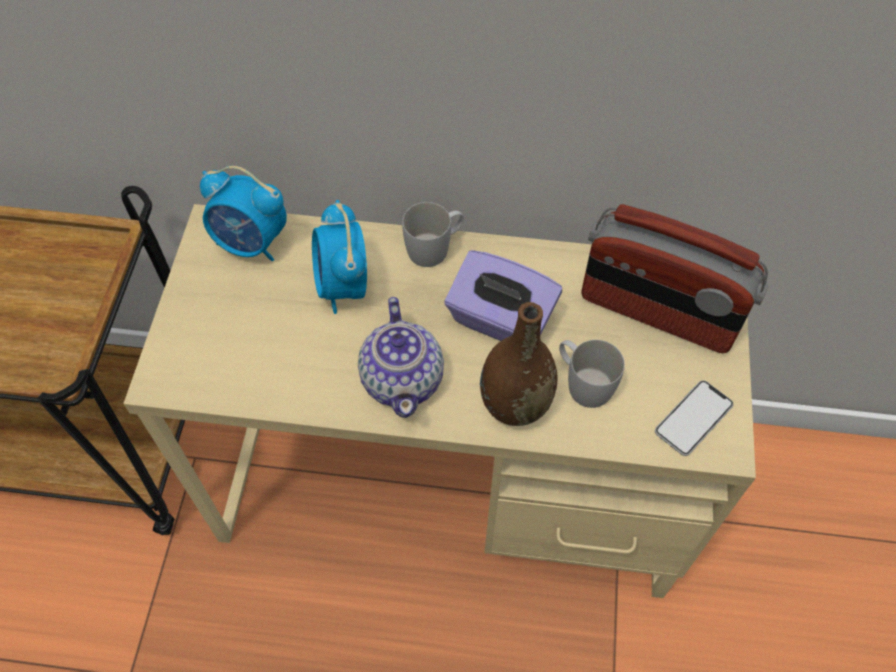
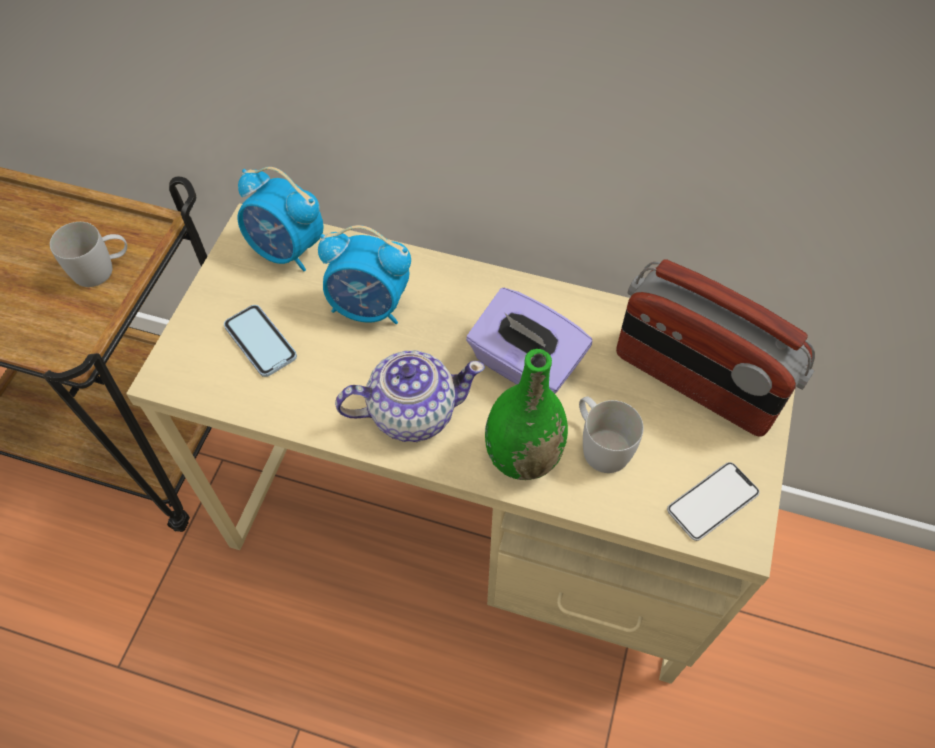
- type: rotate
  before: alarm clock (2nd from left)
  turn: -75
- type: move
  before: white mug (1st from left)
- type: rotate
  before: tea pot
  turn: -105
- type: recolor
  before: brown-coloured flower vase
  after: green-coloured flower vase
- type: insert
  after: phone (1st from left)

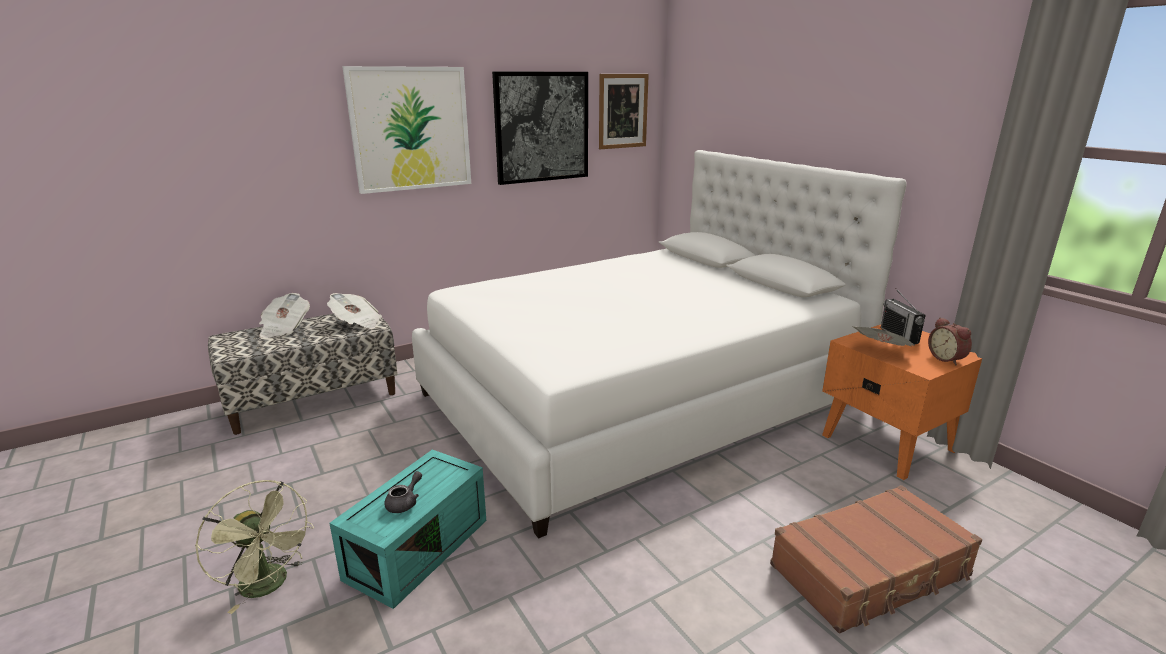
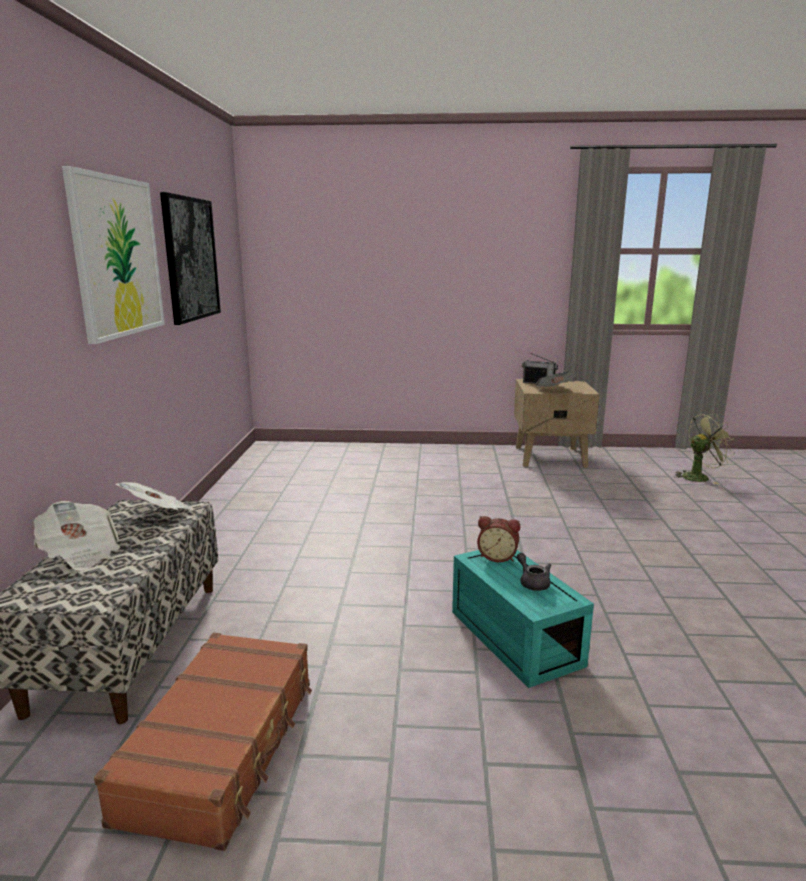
- type: delete
  before: wall art (3rd from left)
- type: delete
  before: white bed
- type: move
  before: alarm clock
- type: recolor
  before: orange nightstand
  after: beige nightstand
- type: move
  before: green-coloured electric fan
- type: move
  before: brown-coloured travel case

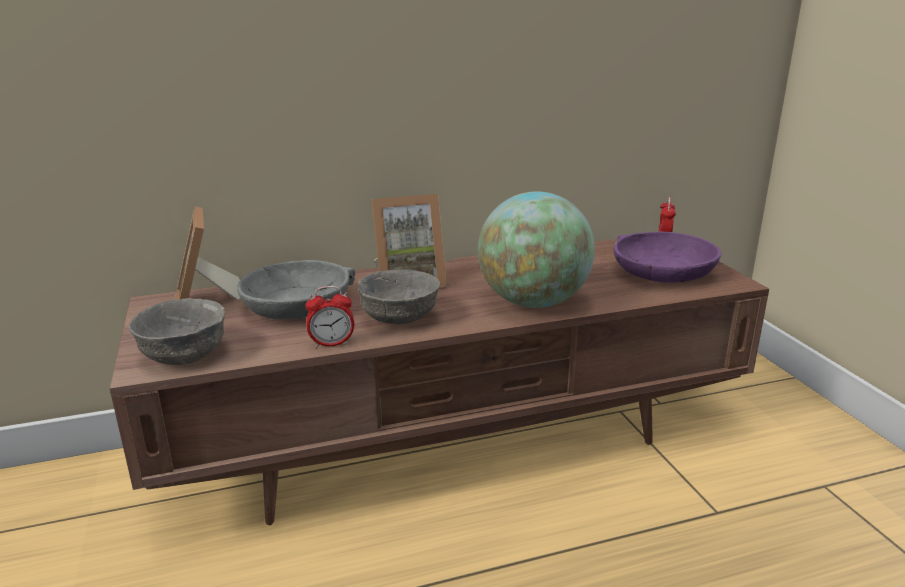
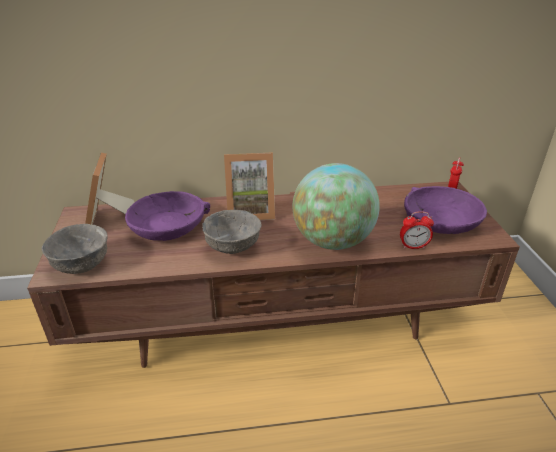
- type: recolor
  before: greyish bowl (2nd from left)
  after: purple-coloured bowl (1st from left)
- type: move
  before: alarm clock (1st from left)

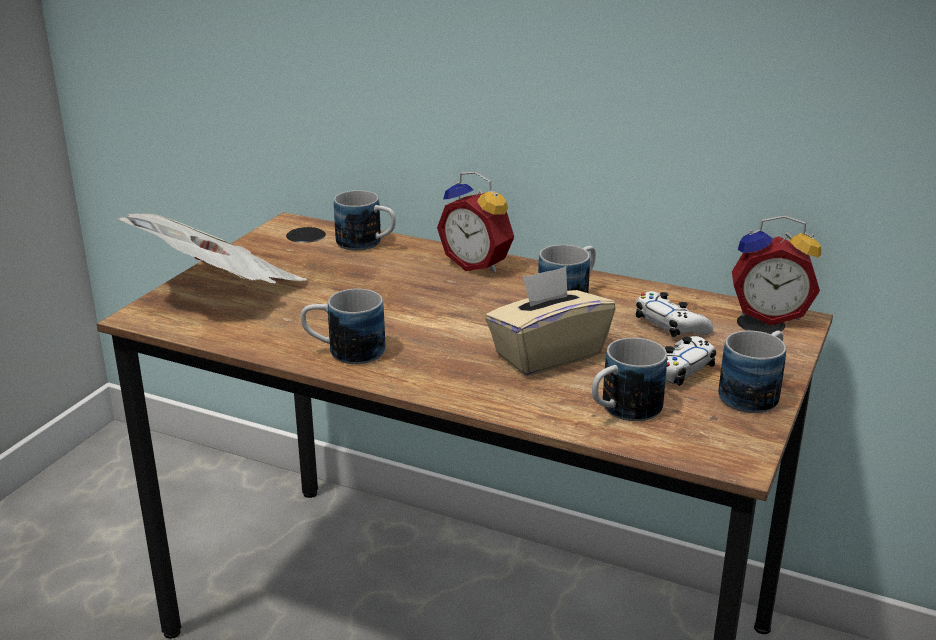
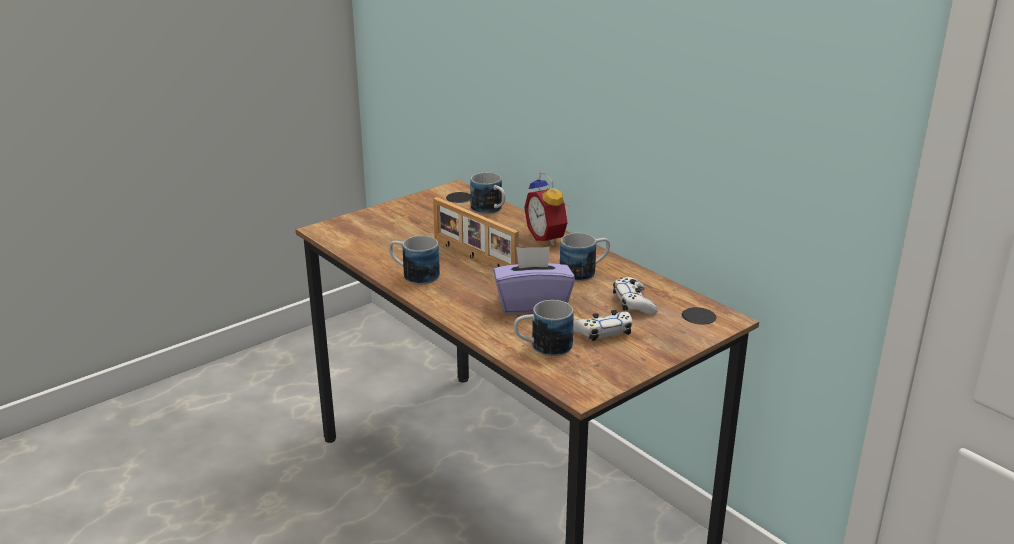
- type: delete
  before: printed paper
- type: delete
  before: alarm clock (2nd from left)
- type: recolor
  before: beige box of tissues
  after: purple-coloured box of tissues
- type: delete
  before: mug (5th from left)
- type: insert
  after: picture frame

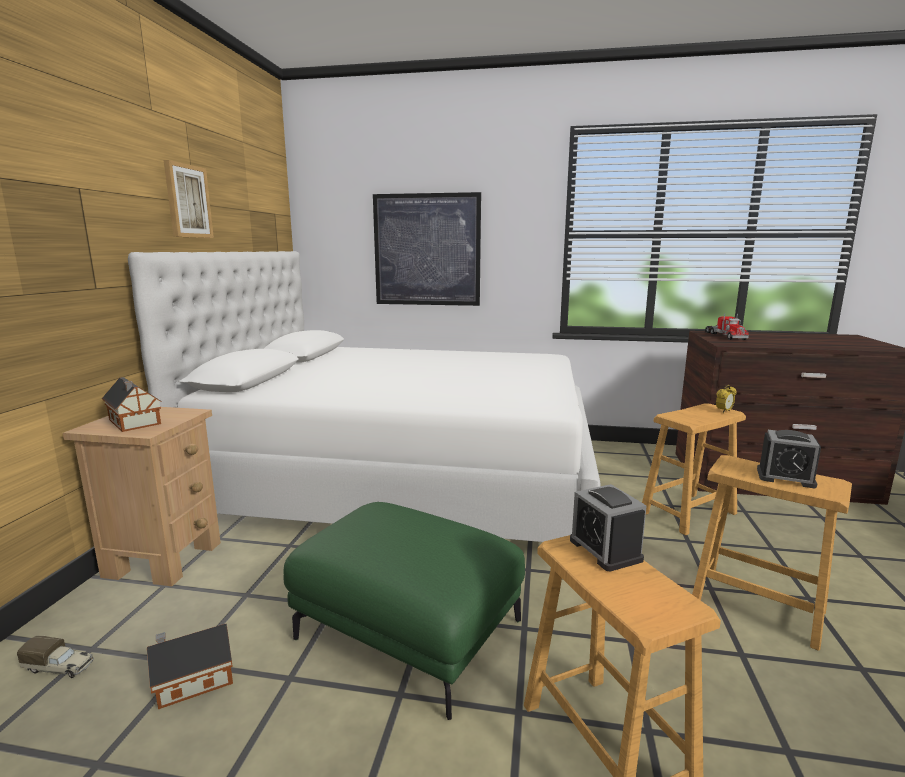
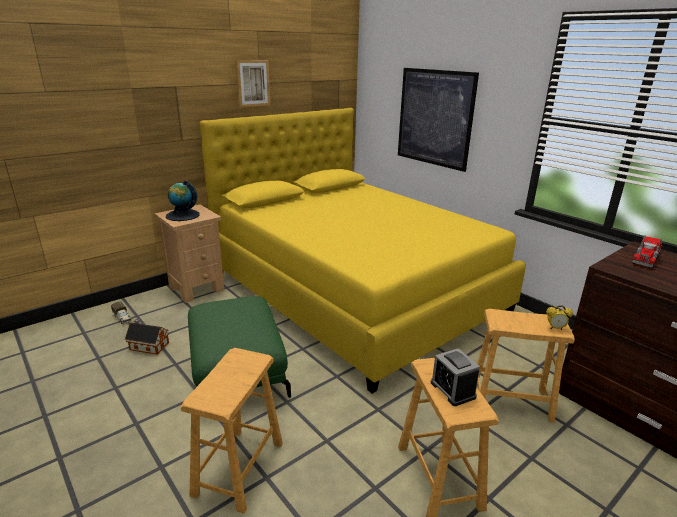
- type: recolor
  before: white bed
  after: yellow bed
- type: replace
  before: toy house (1st from left)
  after: globe
- type: delete
  before: alarm clock (1st from left)

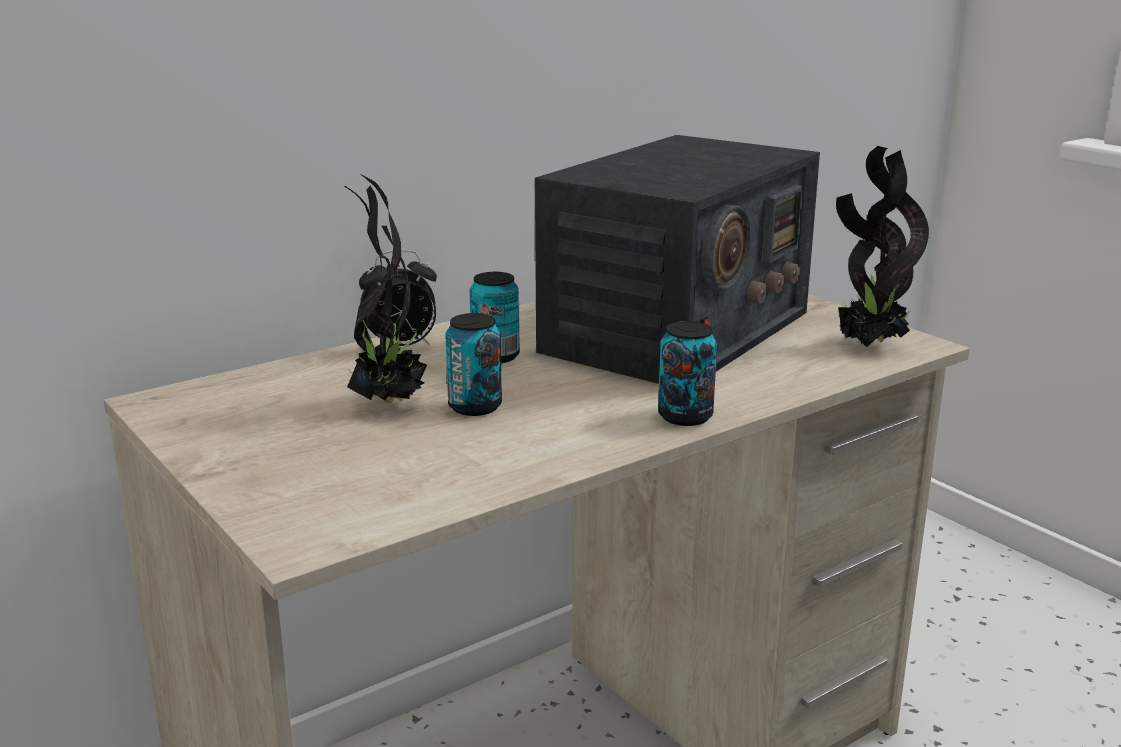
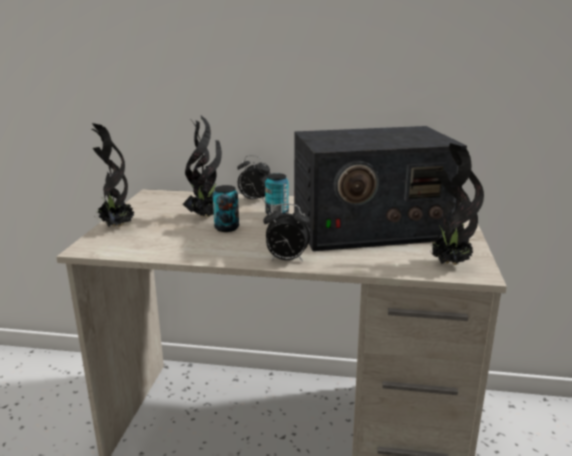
- type: replace
  before: can (3rd from left)
  after: alarm clock (2nd from left)
- type: insert
  after: houseplant (1st from left)

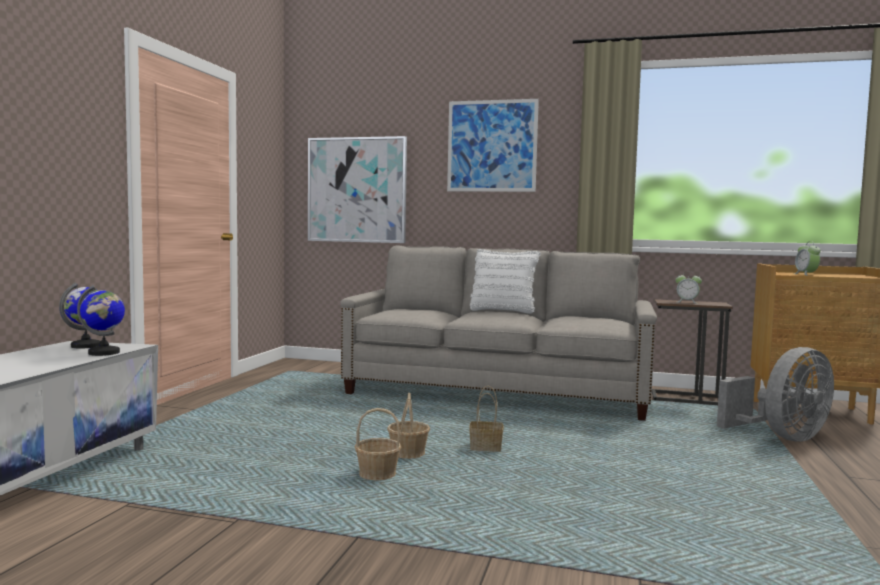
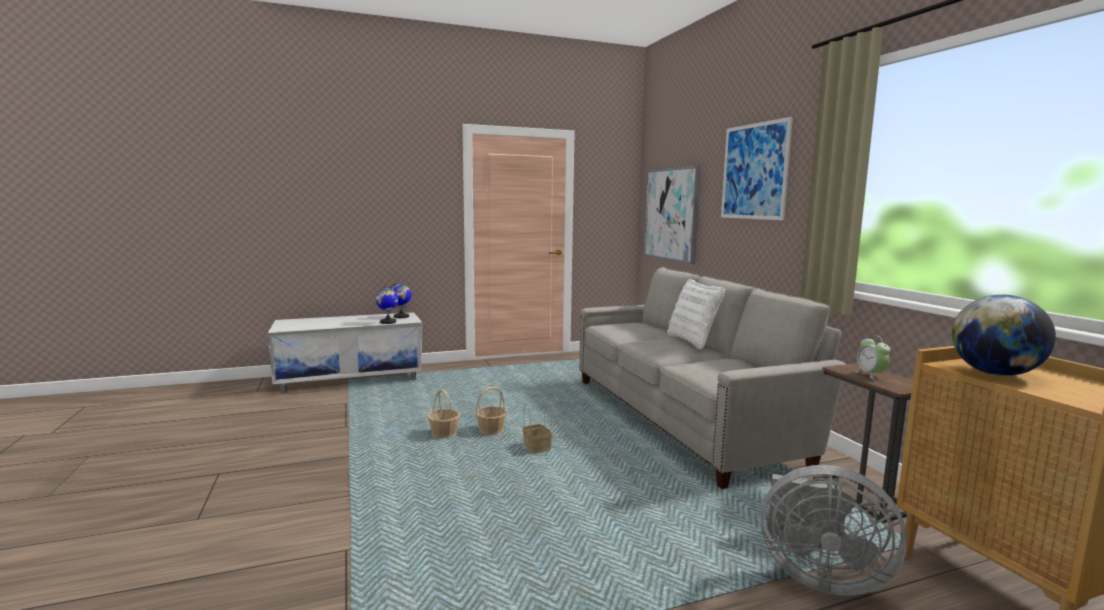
- type: replace
  before: alarm clock (2nd from left)
  after: globe (3rd from left)

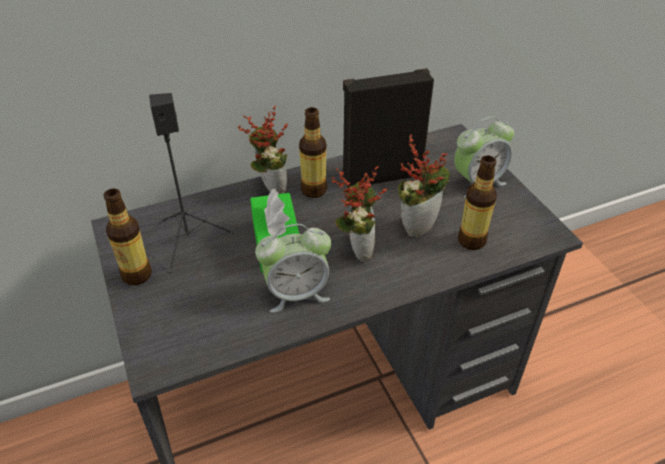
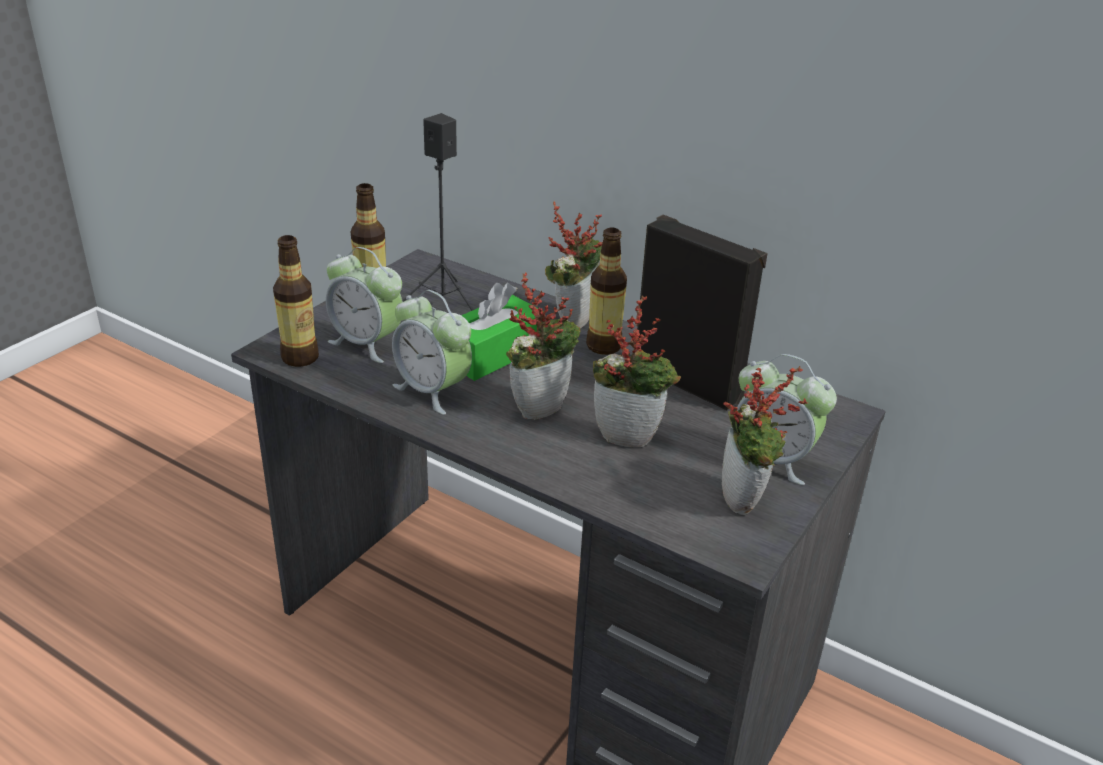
- type: move
  before: drink bottle (3rd from left in the first image)
  after: drink bottle (1st from left)
- type: insert
  after: alarm clock (1st from left)
- type: insert
  after: houseplant (4th from left)

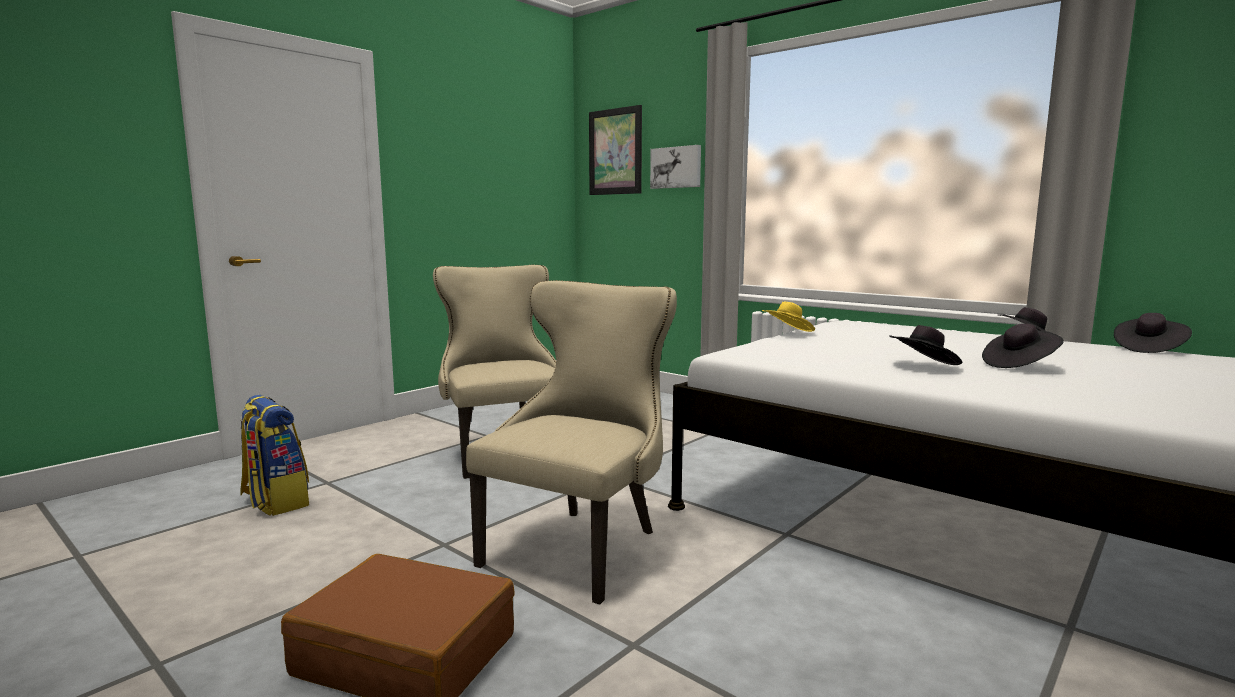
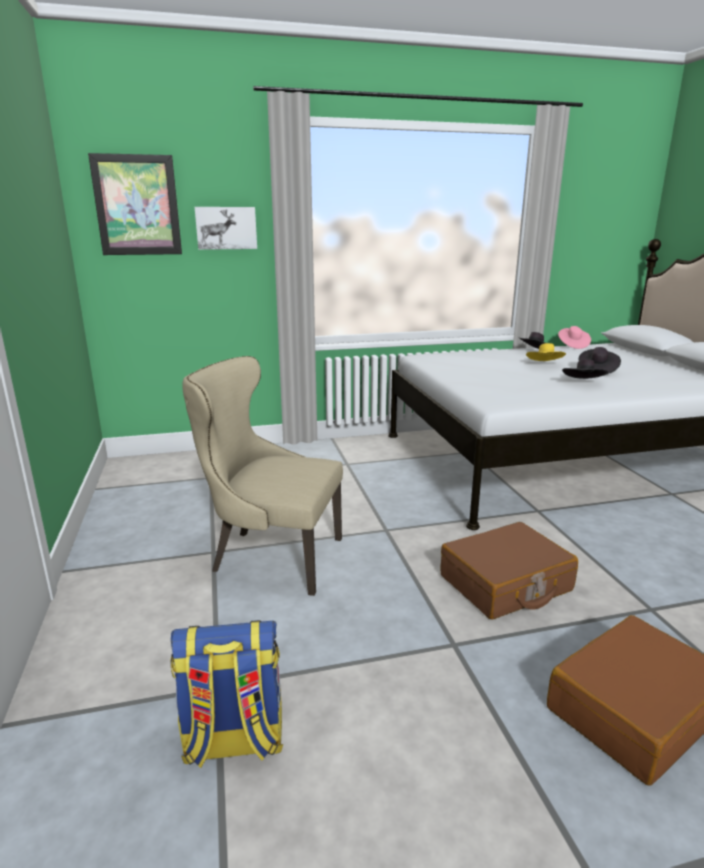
- type: replace
  before: beige plain chair (2nd from left)
  after: brown-coloured travel case (1st from left)
- type: move
  before: yellow hat
- type: recolor
  before: black hat (4th from left)
  after: pinkish hat

